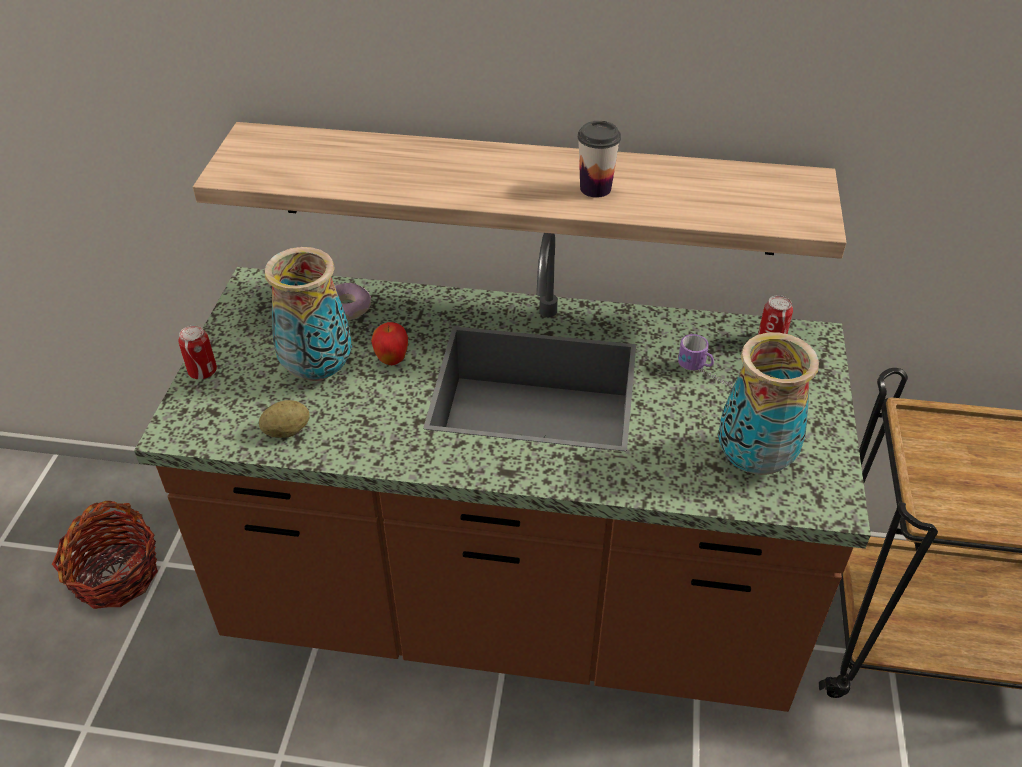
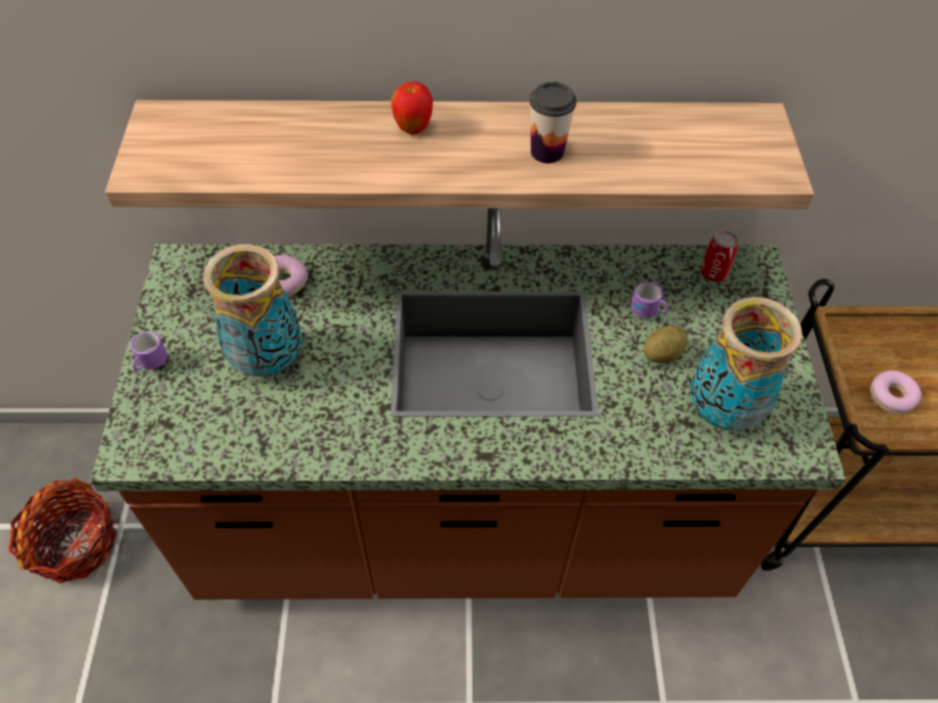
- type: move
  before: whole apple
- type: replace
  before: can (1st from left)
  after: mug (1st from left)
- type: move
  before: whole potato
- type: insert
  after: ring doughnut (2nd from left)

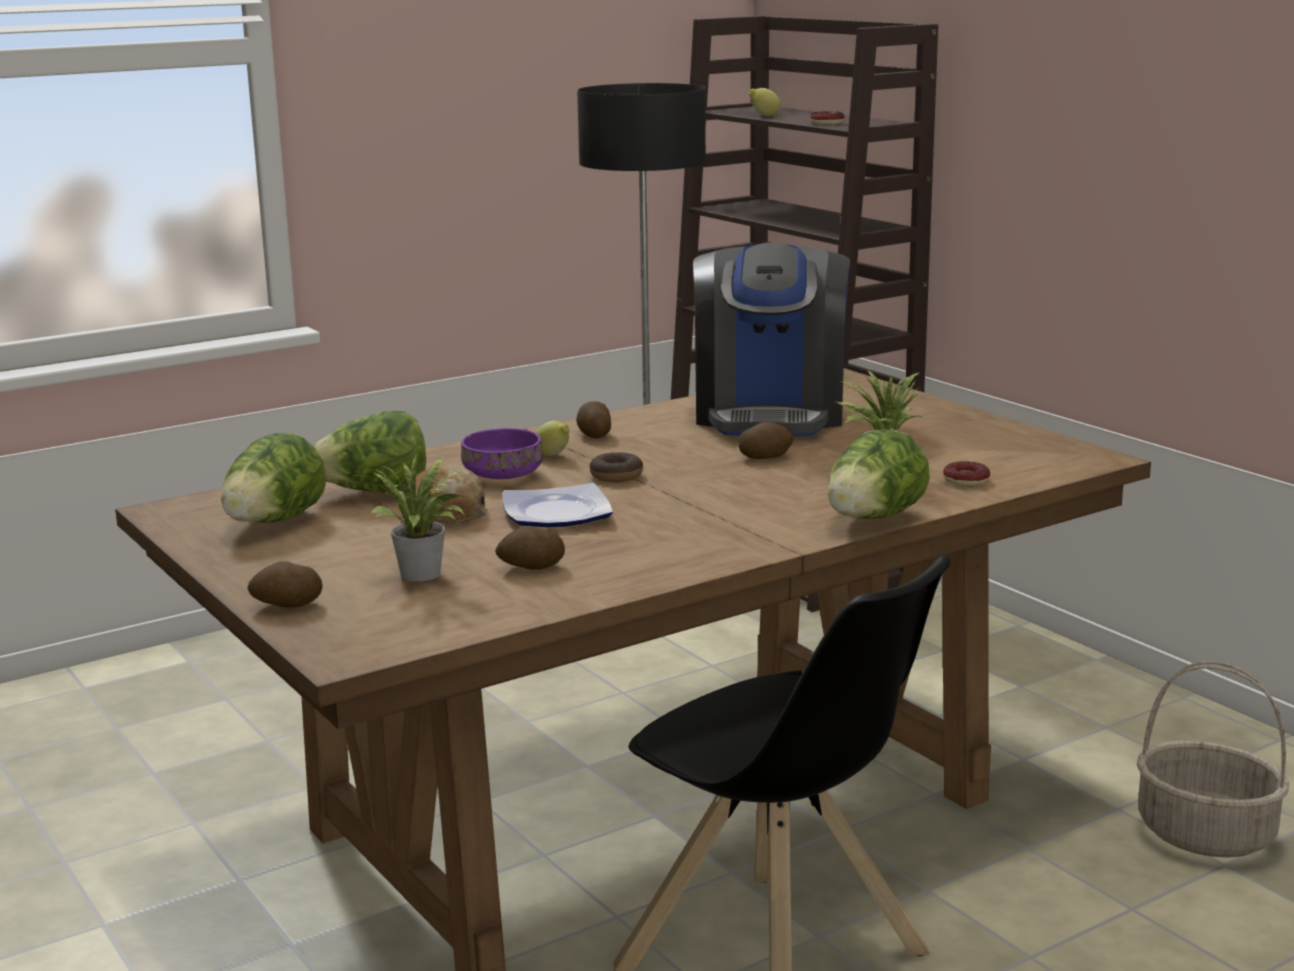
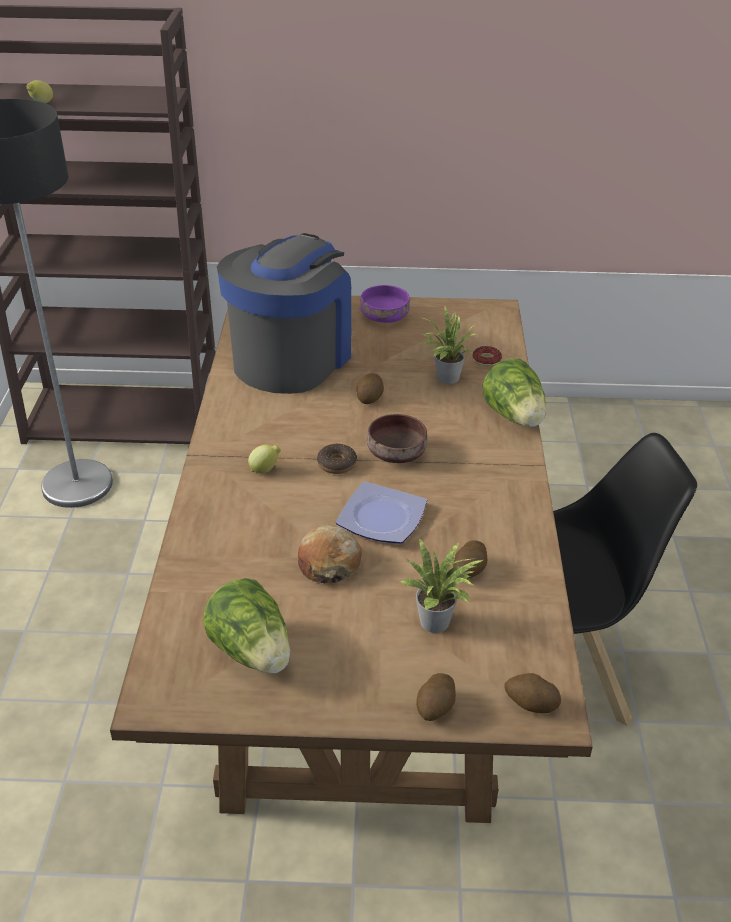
- type: delete
  before: ring doughnut (2nd from left)
- type: rotate
  before: coffee maker
  turn: -105
- type: move
  before: whole potato (3rd from left in the first image)
  after: whole potato (4th from left)
- type: delete
  before: head of lettuce (2nd from left)
- type: move
  before: purple-coloured bowl
- type: delete
  before: storage basket
- type: insert
  after: brown-coloured bowl

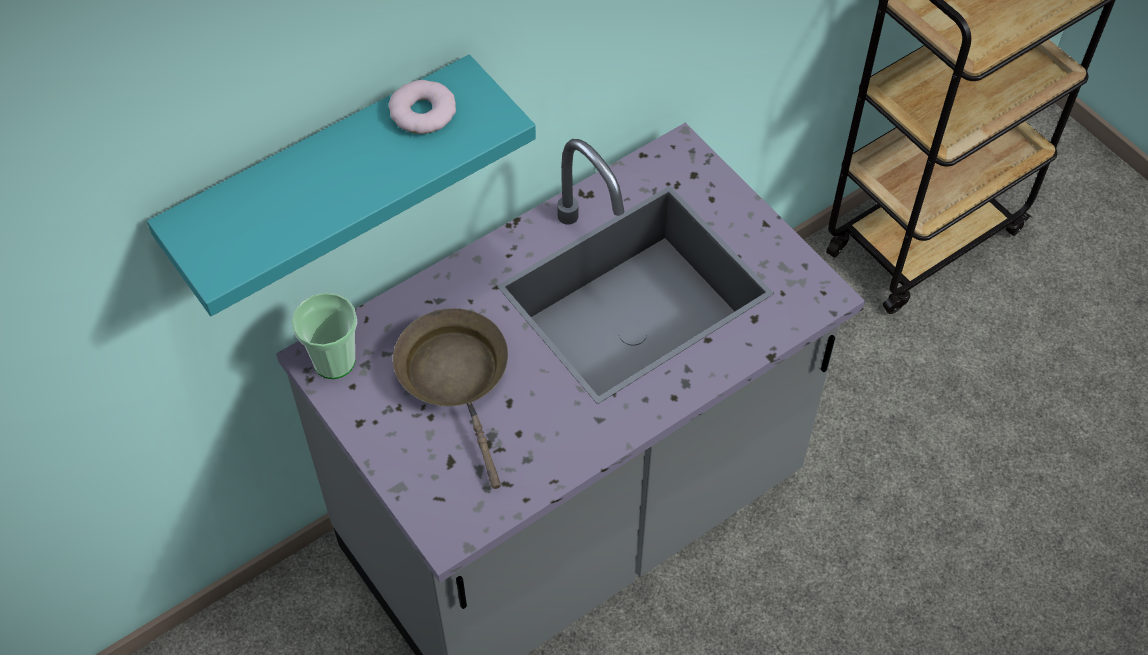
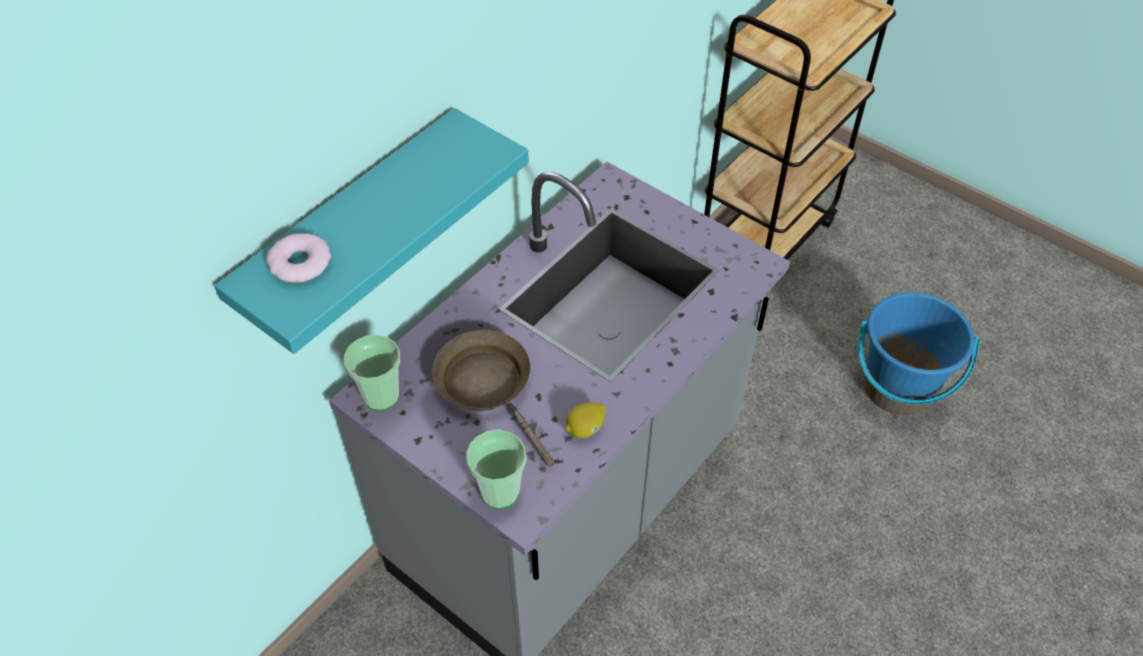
- type: move
  before: ring doughnut
- type: insert
  after: blue pail
- type: insert
  after: lemon
- type: insert
  after: drinking cup (2nd from left)

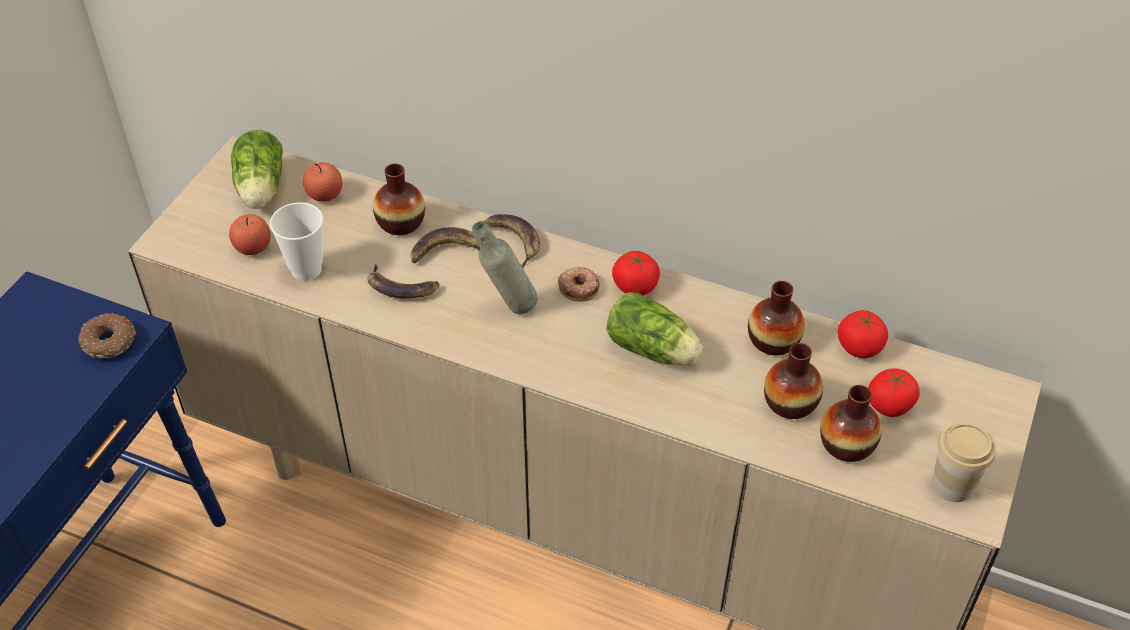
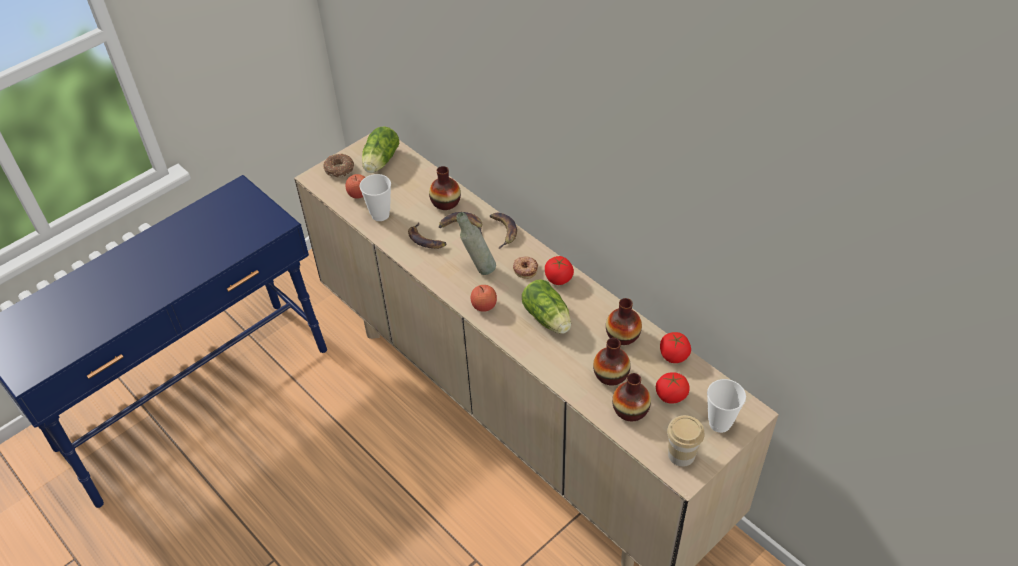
- type: move
  before: whole apple (2nd from left)
- type: move
  before: ring doughnut (1st from left)
- type: insert
  after: drinking cup (3rd from left)

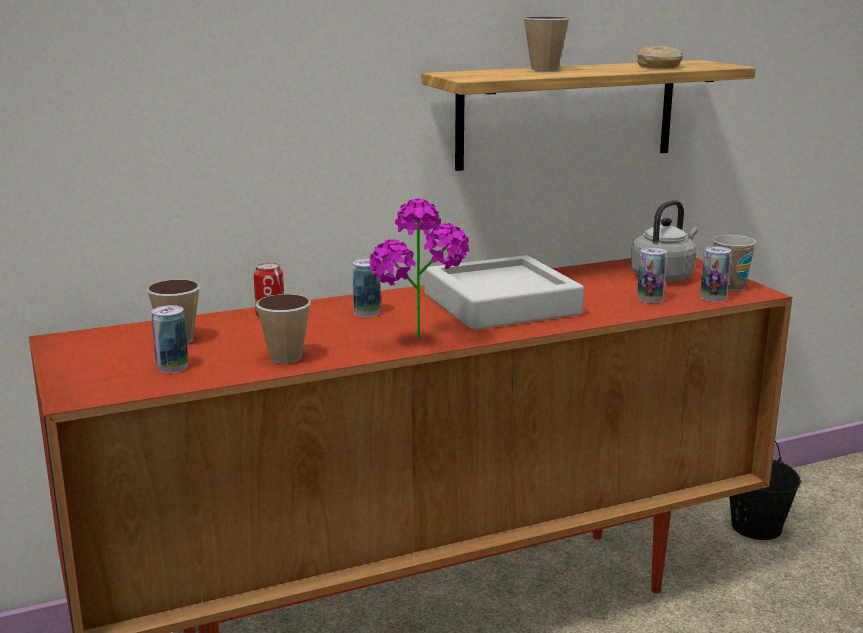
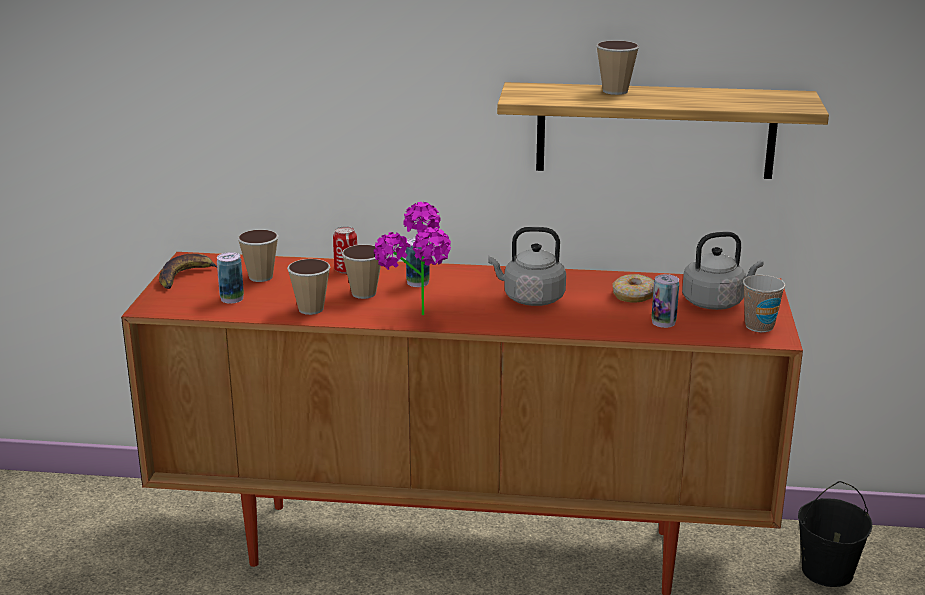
- type: move
  before: ring doughnut
- type: delete
  before: can (5th from left)
- type: replace
  before: greyish tray
  after: greyish kettle (1st from left)
- type: insert
  after: drinking cup (3rd from left)
- type: insert
  after: banana fruit

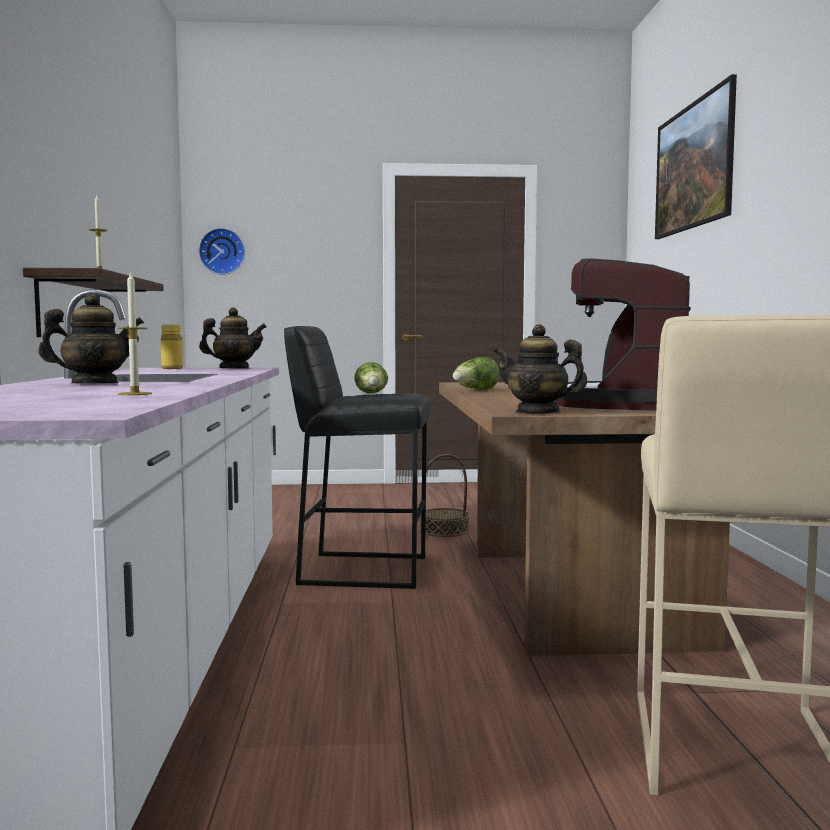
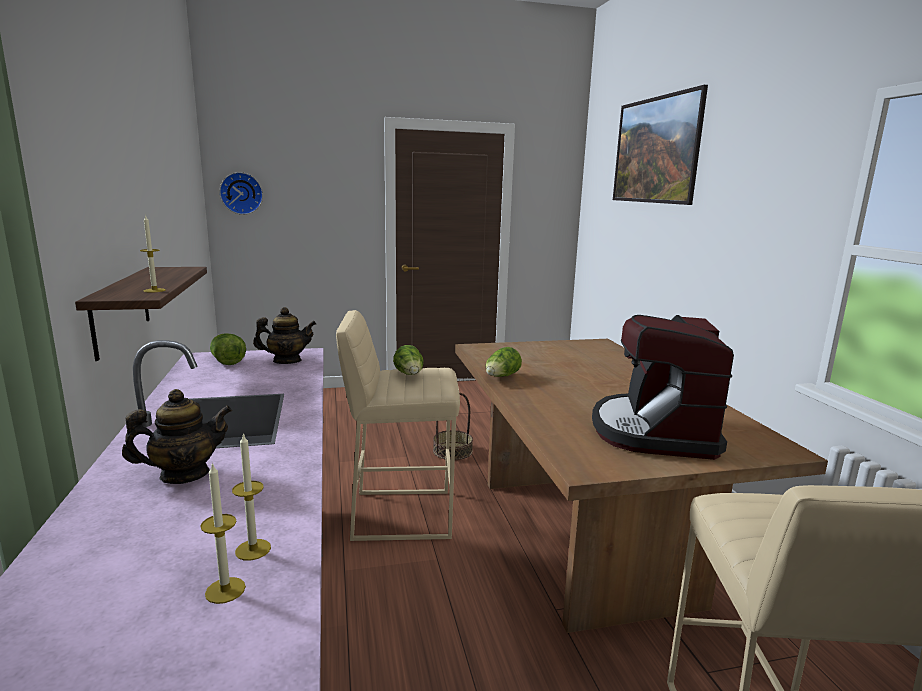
- type: delete
  before: tea pot (3rd from left)
- type: replace
  before: yellow drink bottle
  after: head of lettuce (1st from left)
- type: recolor
  before: black sitting stool
  after: beige sitting stool (1st from left)
- type: insert
  after: wax light (2nd from left)

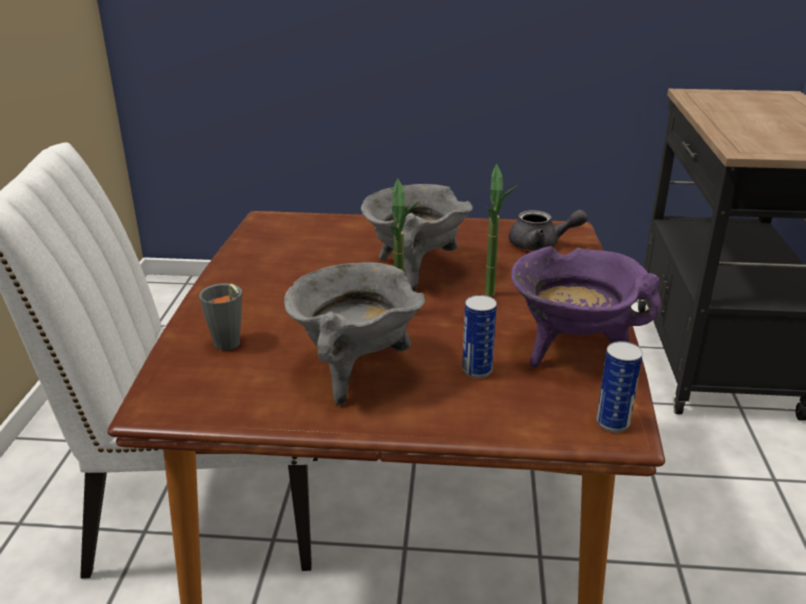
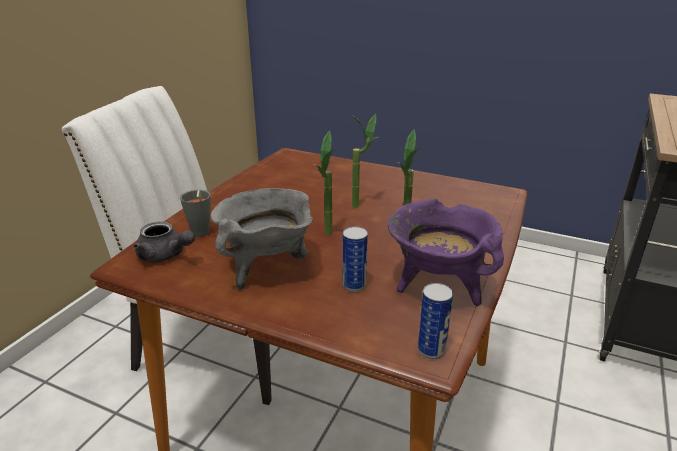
- type: replace
  before: greyish cooking pot (2nd from left)
  after: houseplant (2nd from left)
- type: move
  before: greyish tea pot

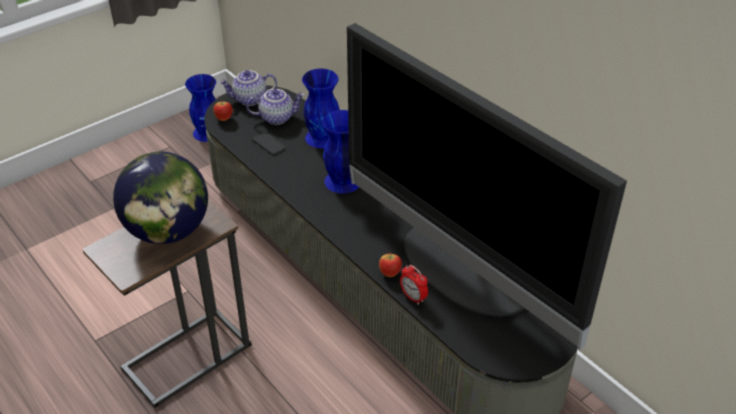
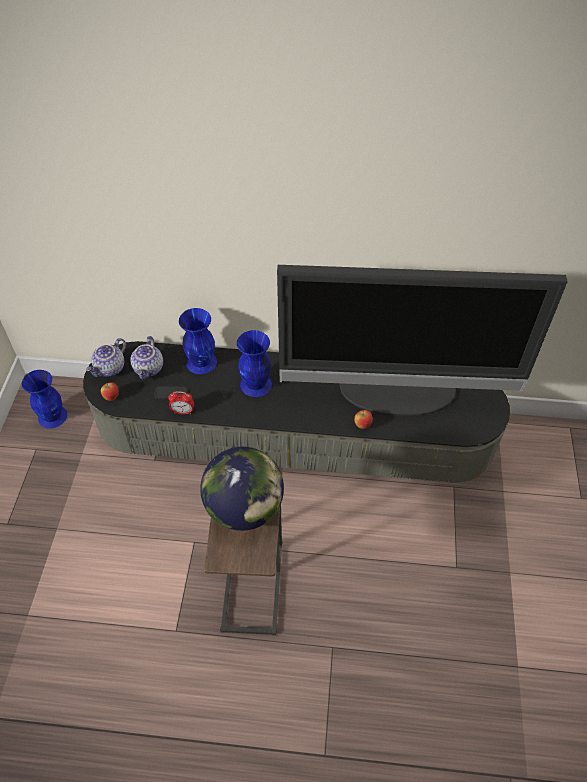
- type: rotate
  before: tea pot (2nd from left)
  turn: 150
- type: move
  before: alarm clock

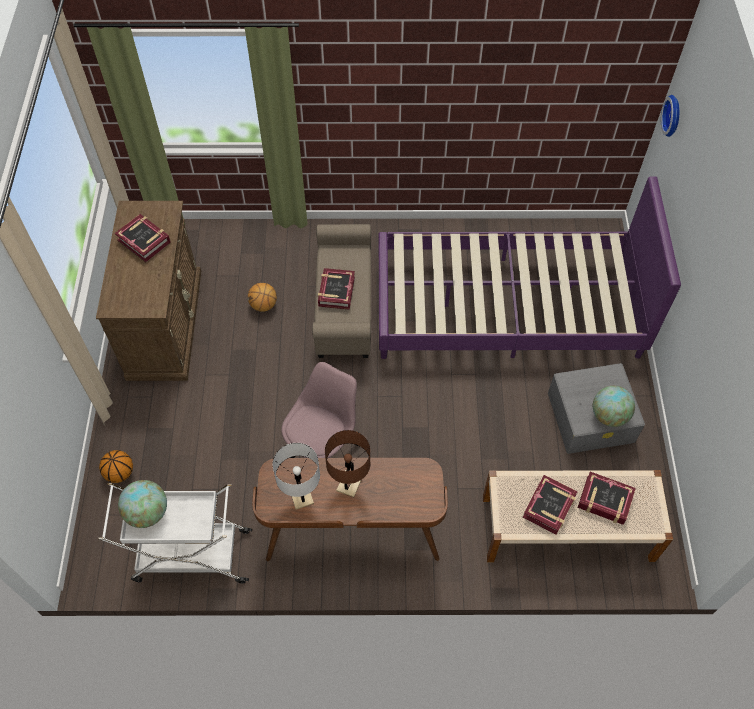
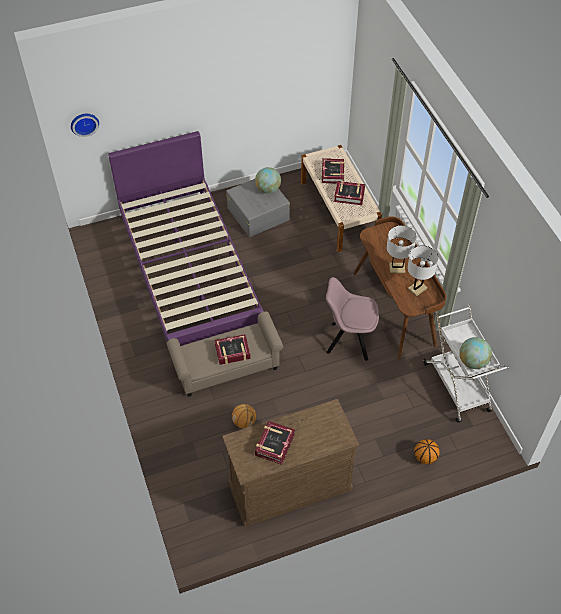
- type: recolor
  before: brown-coloured table lamp
  after: white table lamp (1st from left)

